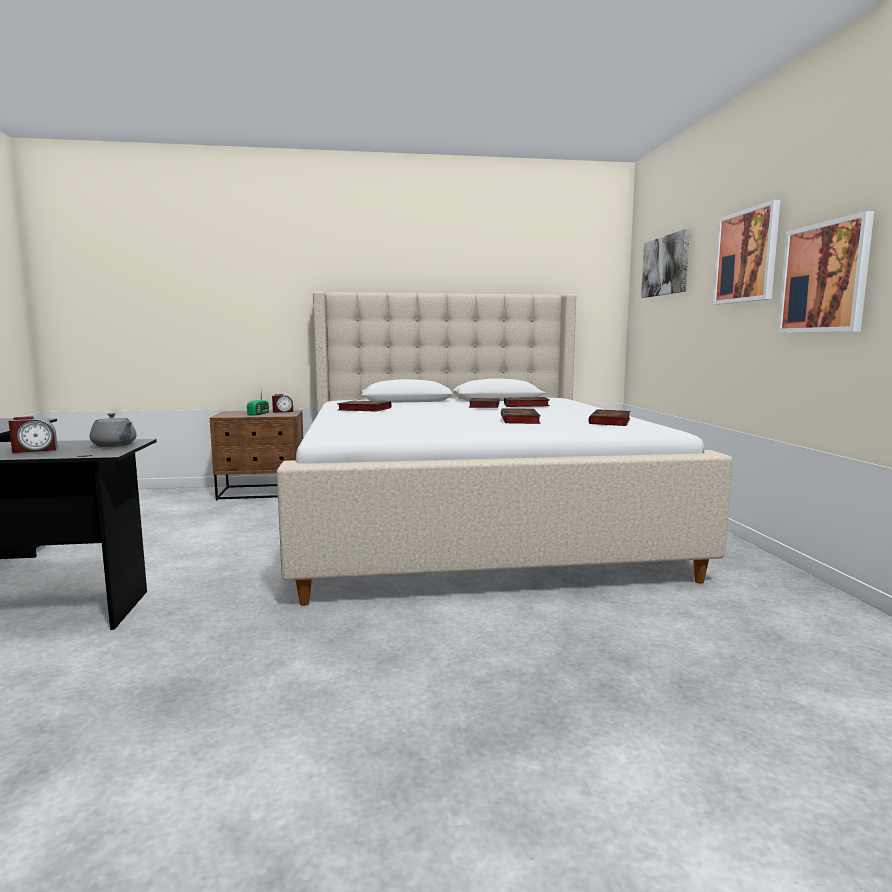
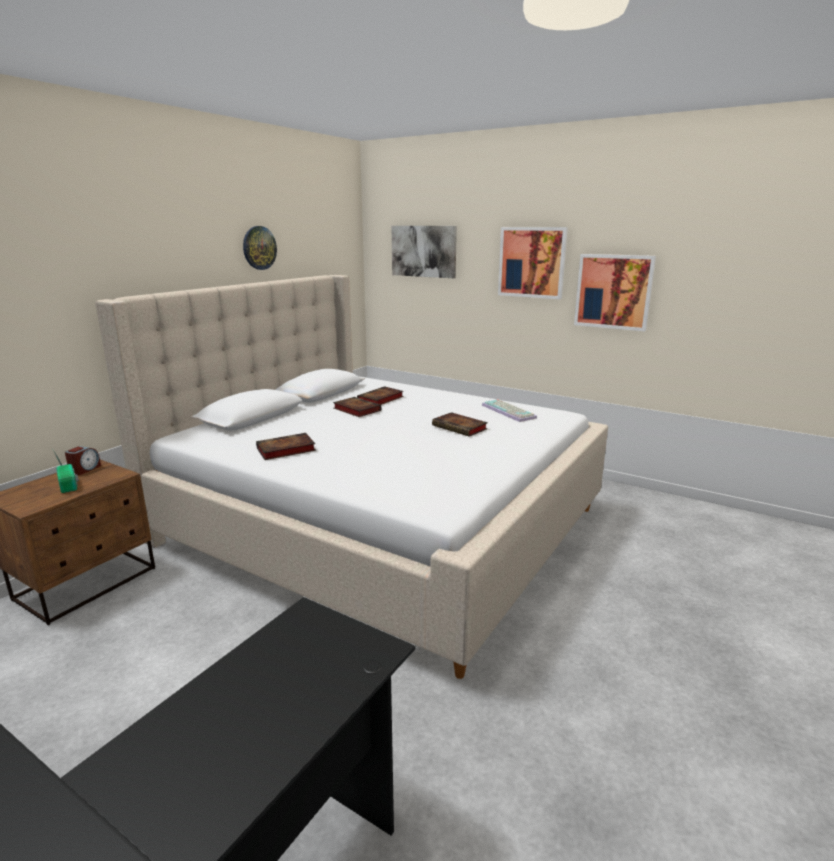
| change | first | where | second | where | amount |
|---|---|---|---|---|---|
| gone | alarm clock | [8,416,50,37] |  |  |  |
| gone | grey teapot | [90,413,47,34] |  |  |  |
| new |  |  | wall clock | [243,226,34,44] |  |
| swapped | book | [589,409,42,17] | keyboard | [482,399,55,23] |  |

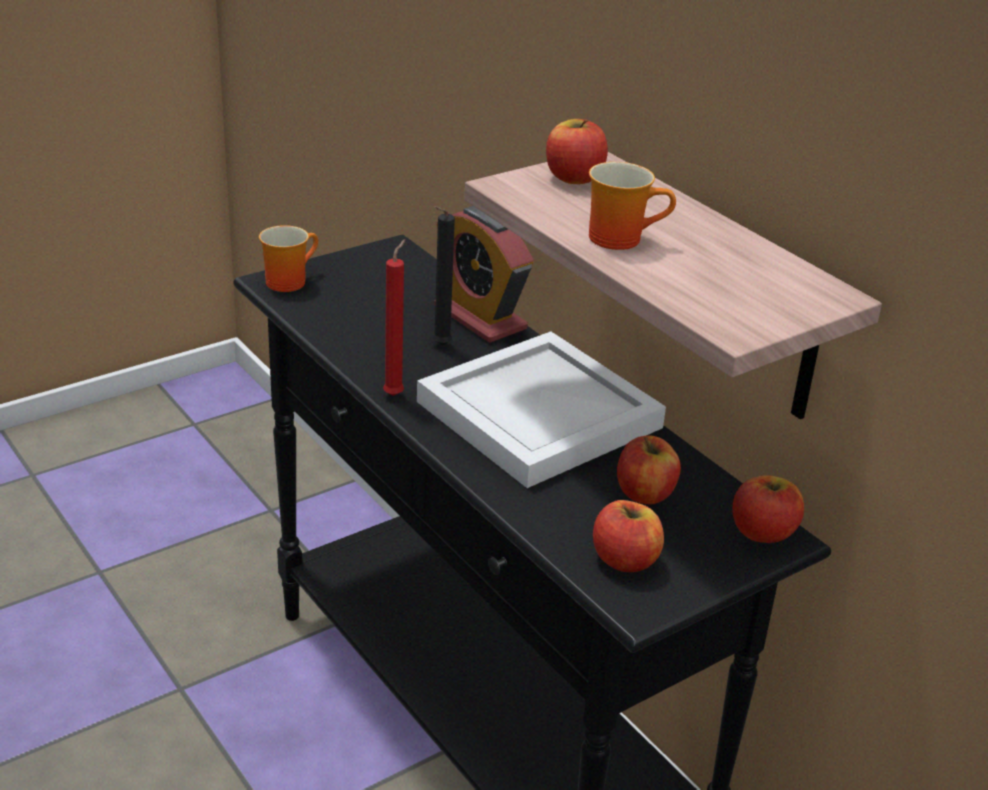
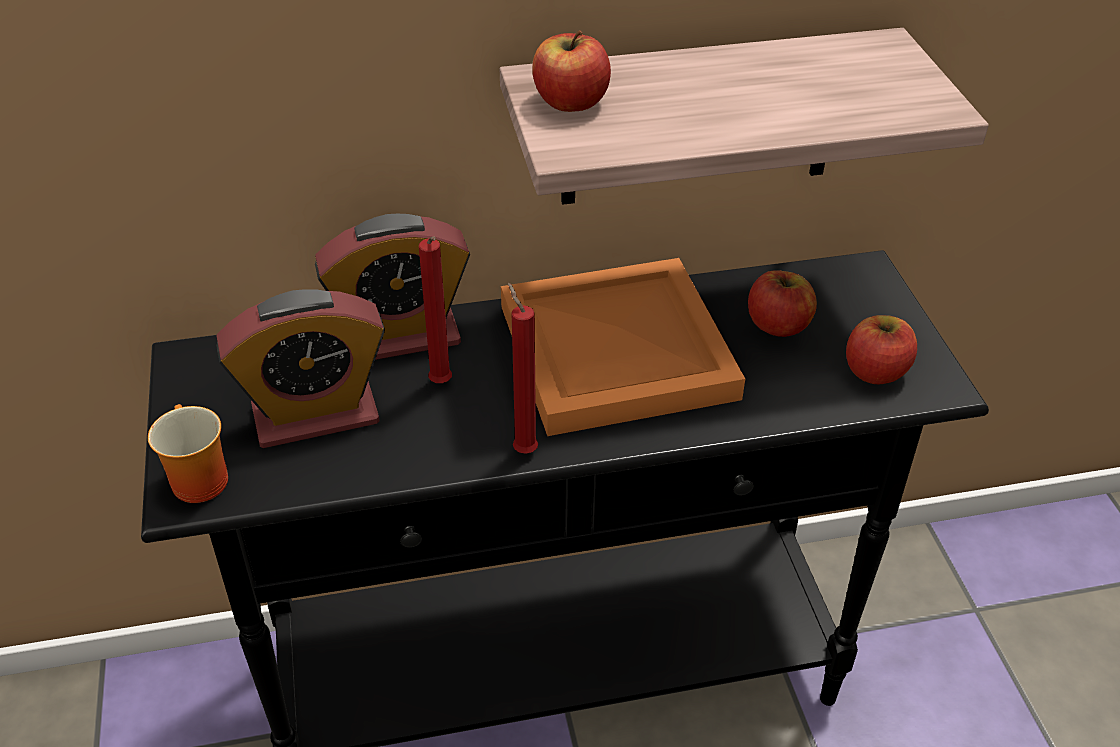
| change | first | where | second | where | amount |
|---|---|---|---|---|---|
| gone | mug | [589,162,87,88] |  |  |  |
| gone | apple | [732,475,72,68] |  |  |  |
| new |  |  | alarm clock | [216,289,169,159] |  |
| repainted | white tray | [417,331,249,157] | orange tray | [501,258,244,178] |  |
| repainted | black candle | [433,206,22,139] | red candle | [419,236,33,147] |  |

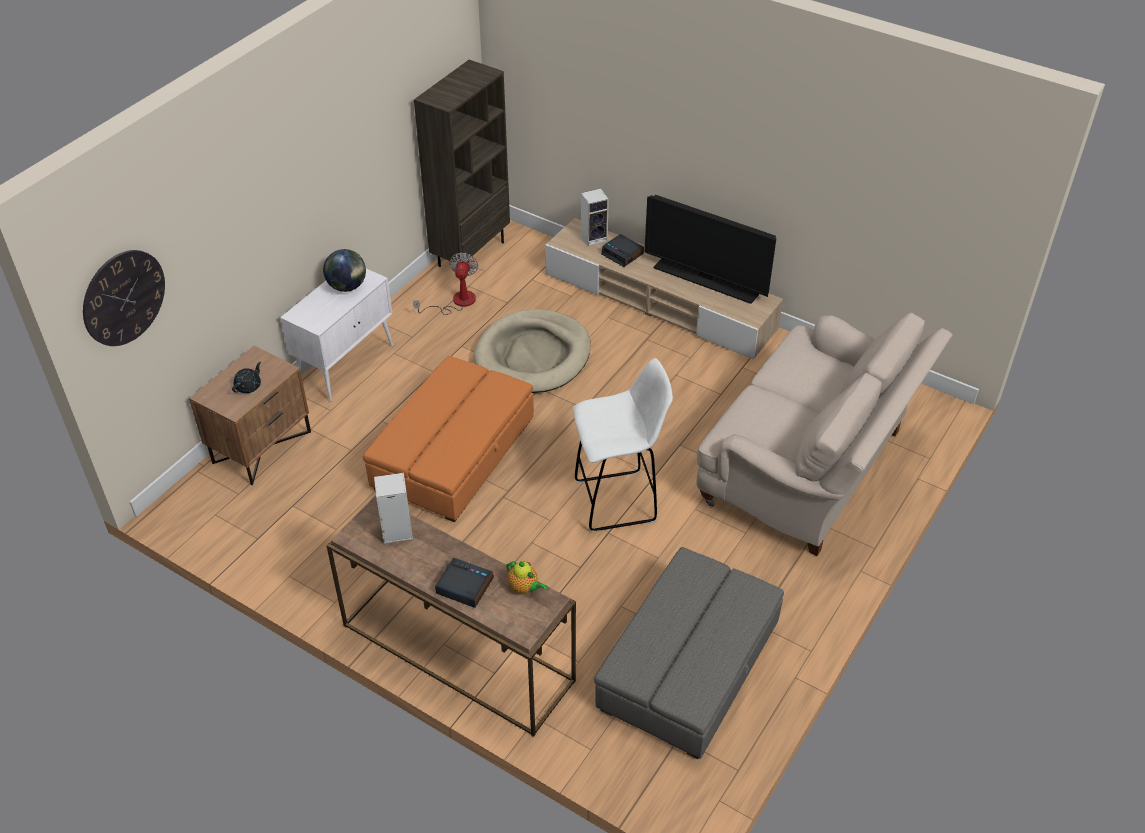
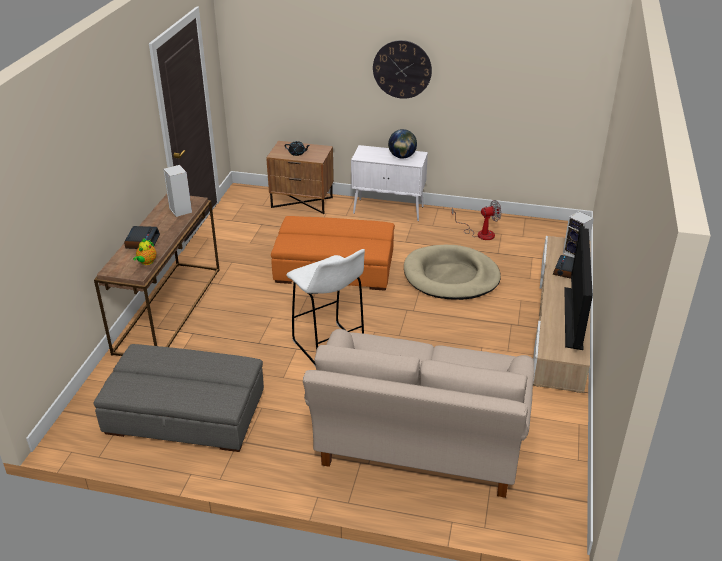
| change | first | where | second | where | amount |
|---|---|---|---|---|---|
| gone | brown bookcase | [414,60,96,207] |  |  |  |
| shifted | wall clock | [83,250,82,96] |  | [373,40,59,59] |  |

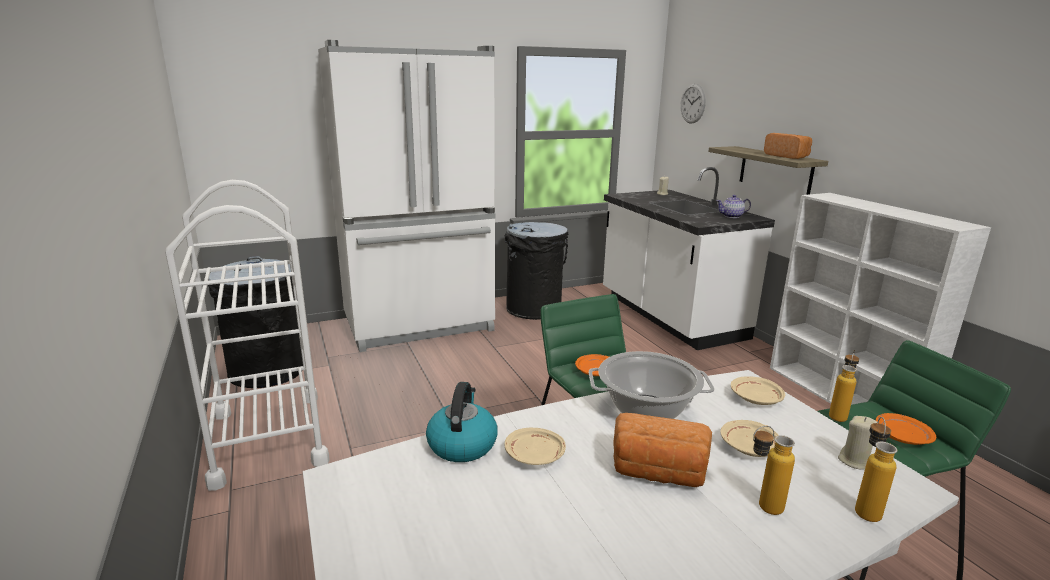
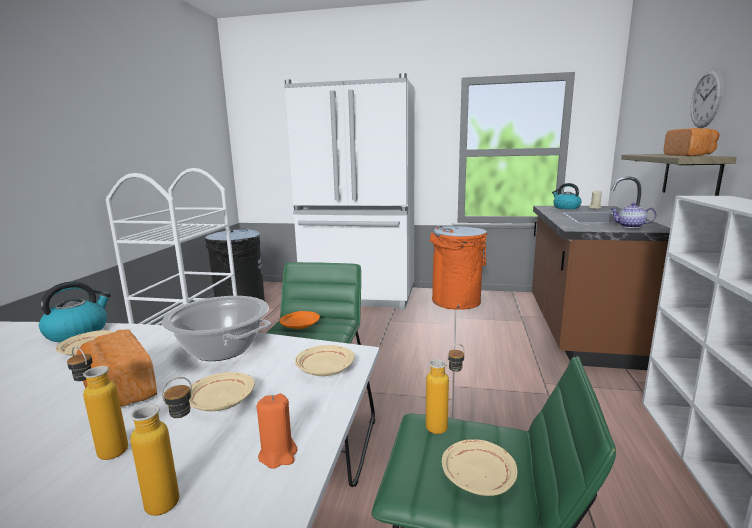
| change | first | where | second | where | amount |
|---|---|---|---|---|---|
| new |  |  | kettle | [552,183,30,26] |  |
| shifted | wall clock | [680,84,26,40] |  | [690,69,33,59] |  |
| repainted | black trash can | [505,222,63,98] | orange trash can | [429,225,58,85] |  |
| repainted | white counter | [603,167,172,183] | brown counter | [532,176,138,194] |  |
| repainted | beige candle | [838,416,40,54] | orange candle | [257,393,41,76] |  |
| repainted | orange plate | [876,413,60,32] | beige plate | [442,439,75,57] |  |

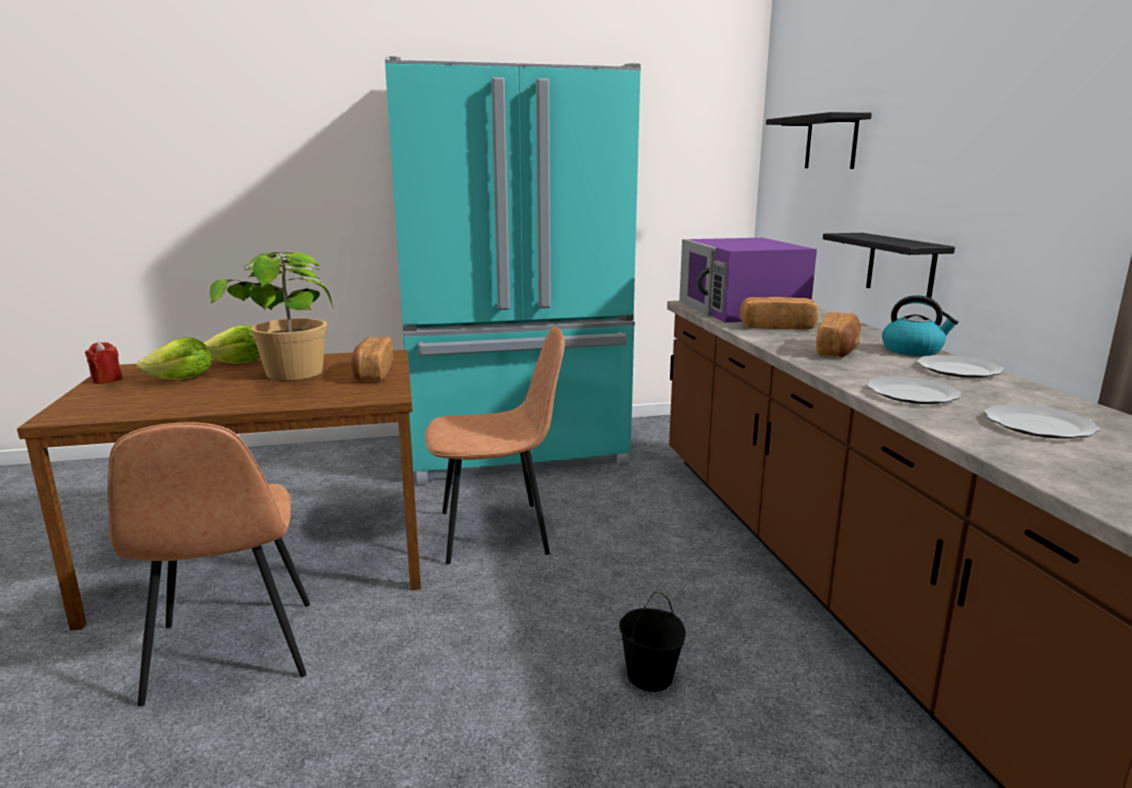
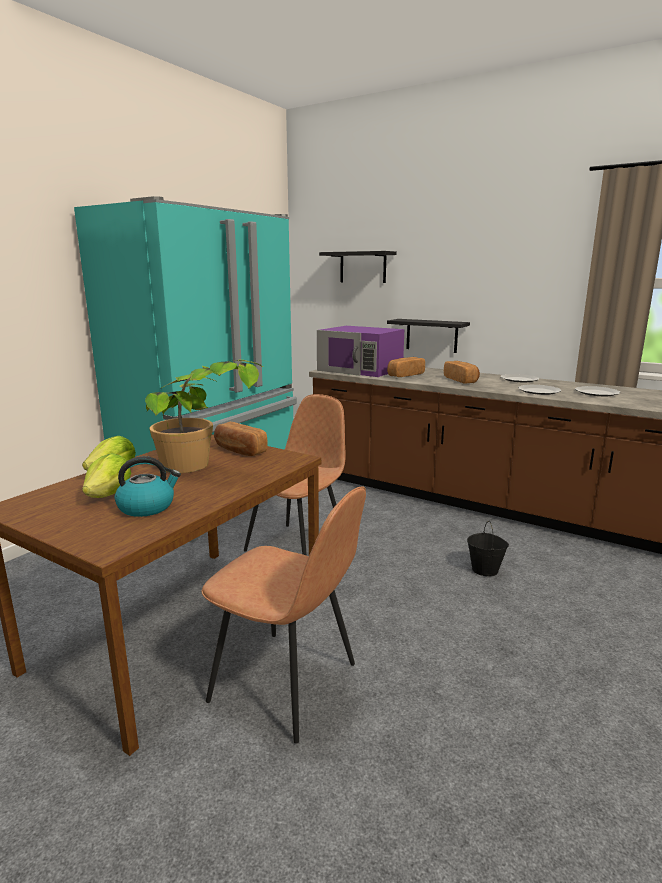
| change | first | where | second | where | amount |
|---|---|---|---|---|---|
| gone | red candle | [85,342,38,42] |  |  |  |
| shifted | kettle | [882,295,77,61] |  | [115,456,66,61] |  |

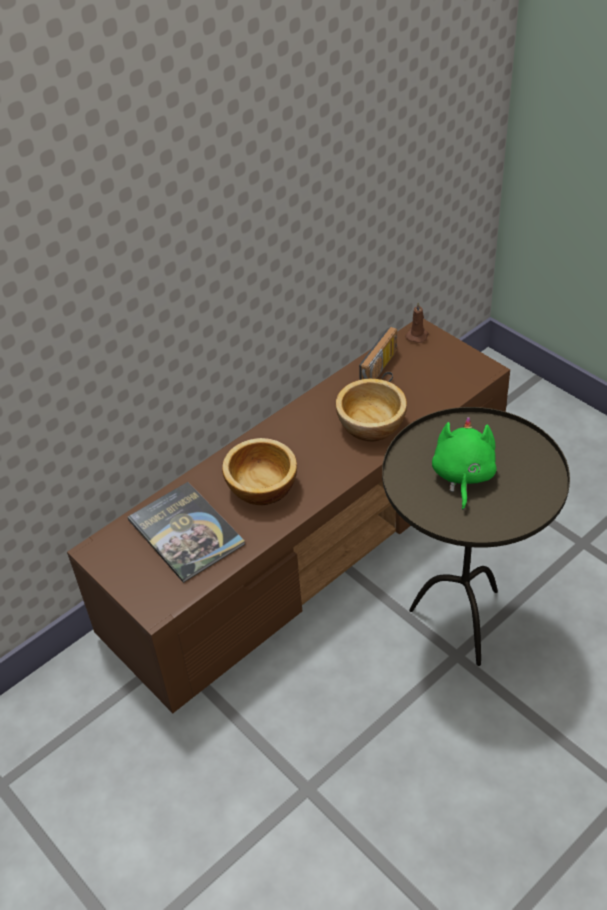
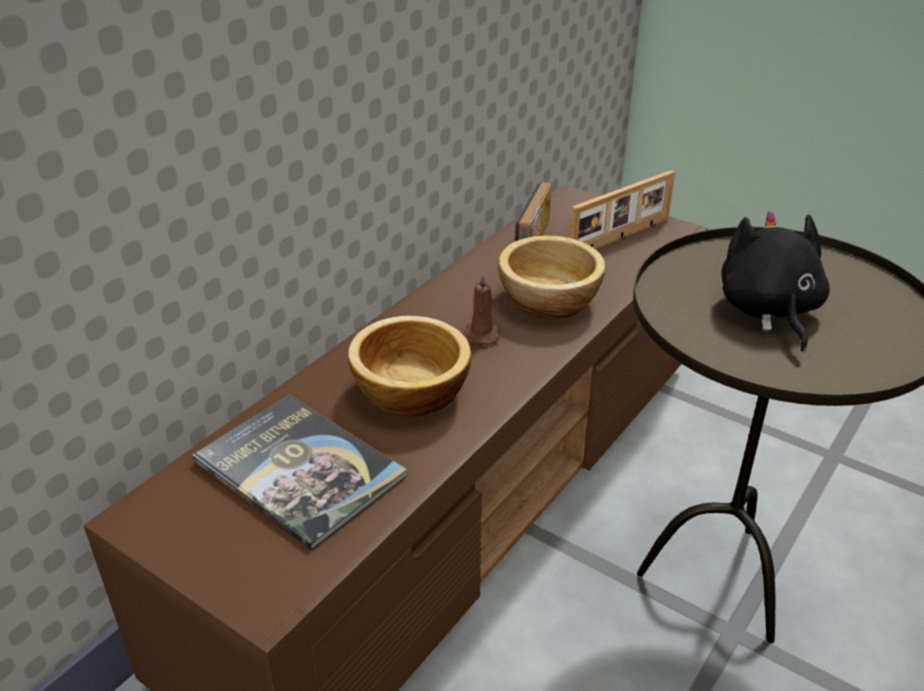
| change | first | where | second | where | amount |
|---|---|---|---|---|---|
| new |  |  | picture frame | [569,170,106,79] |  |
| shifted | brown candle | [405,302,23,41] |  | [463,273,37,72] |  |
| repainted | green plush toy | [432,417,65,93] | black plush toy | [721,210,109,142] |  |

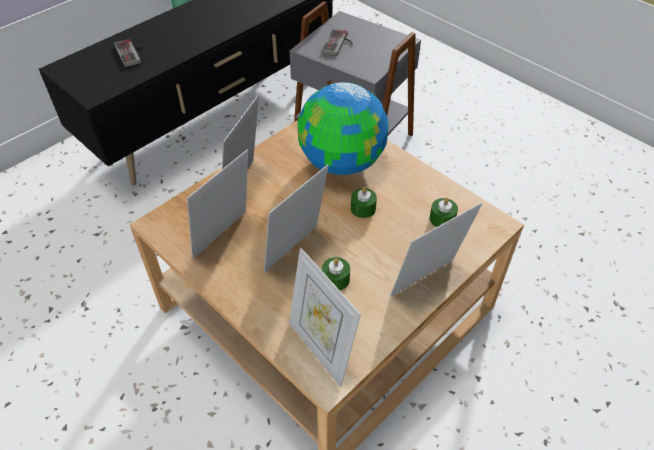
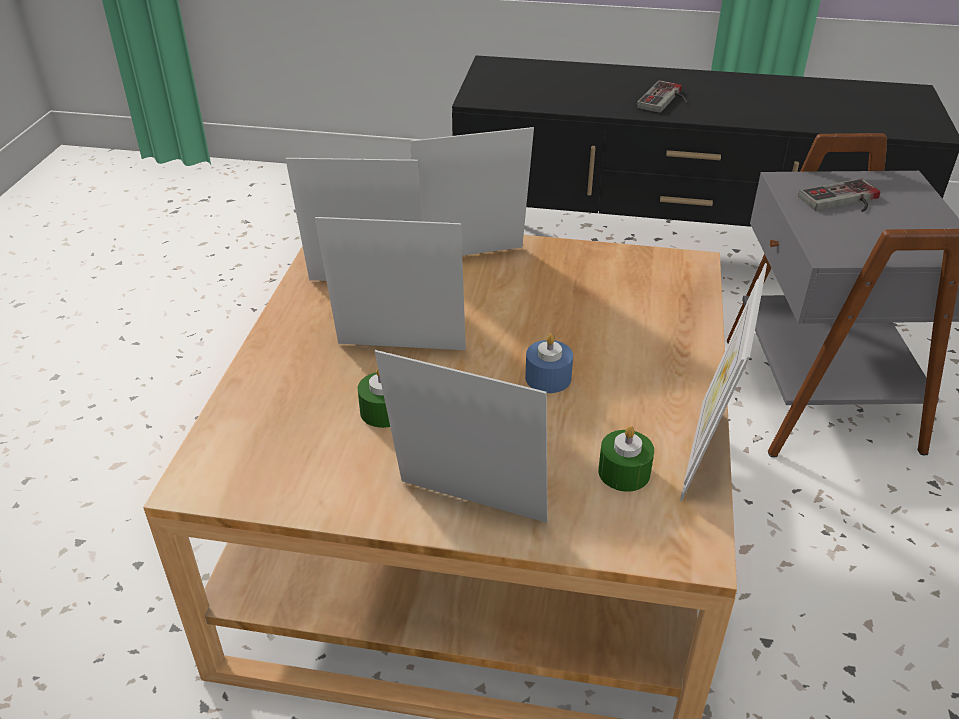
| change | first | where | second | where | amount |
|---|---|---|---|---|---|
| gone | globe | [298,82,91,93] |  |  |  |
| shifted | game controller | [114,39,31,28] |  | [637,80,50,33] |  |
| shifted | picture frame | [289,248,72,139] |  | [680,263,87,238] |  |
| repainted | green candle | [351,187,26,31] | blue candle | [525,333,48,60] |  |

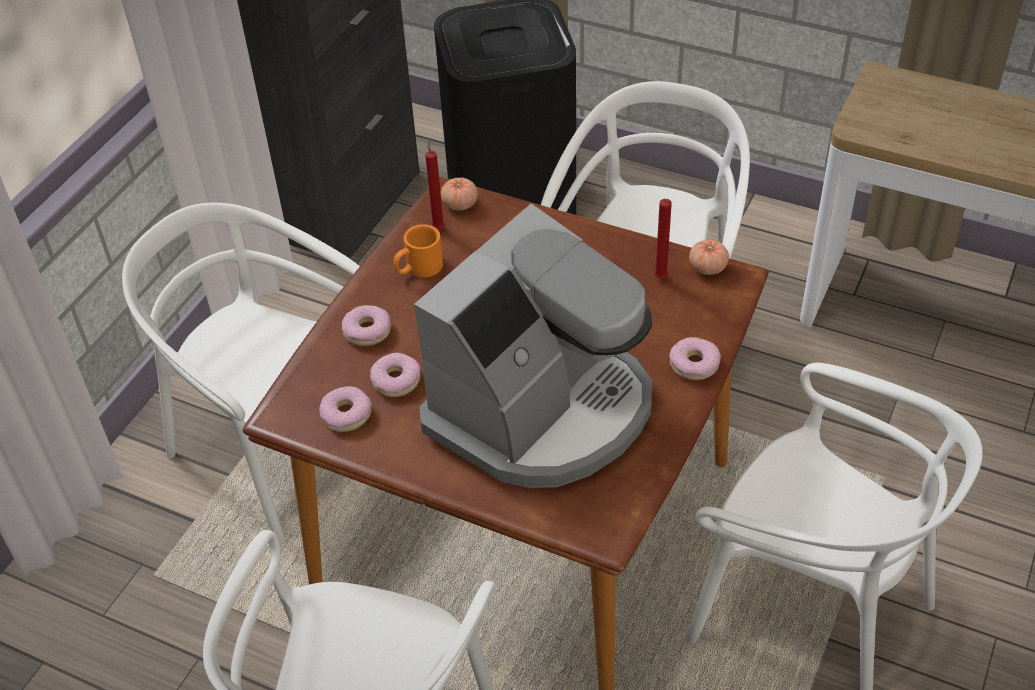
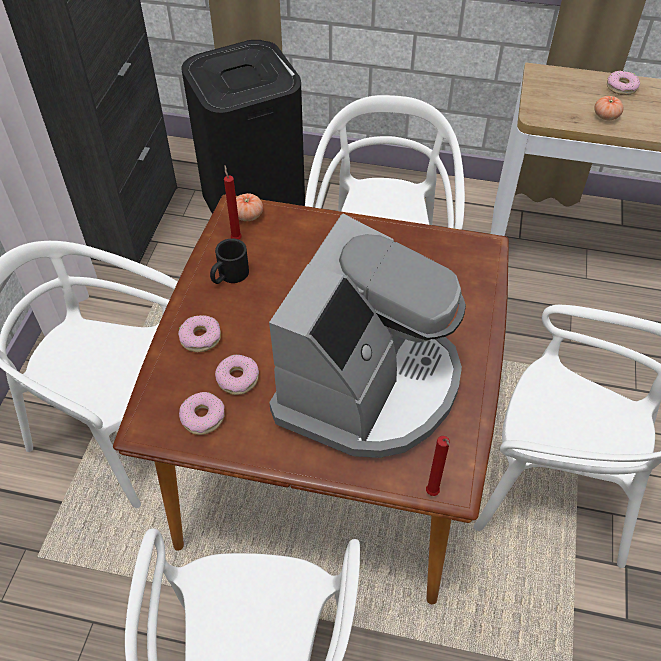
| change | first | where | second | where | amount |
|---|---|---|---|---|---|
| shifted | red candle | [654,199,18,80] |  | [426,436,24,60] |  |
| shifted | donut | [669,337,52,43] |  | [607,71,33,24] |  |
| shifted | tomato | [689,240,40,35] |  | [595,96,28,24] |  |
| repainted | orange mug | [393,224,50,53] | black mug | [210,238,39,46] |  |

